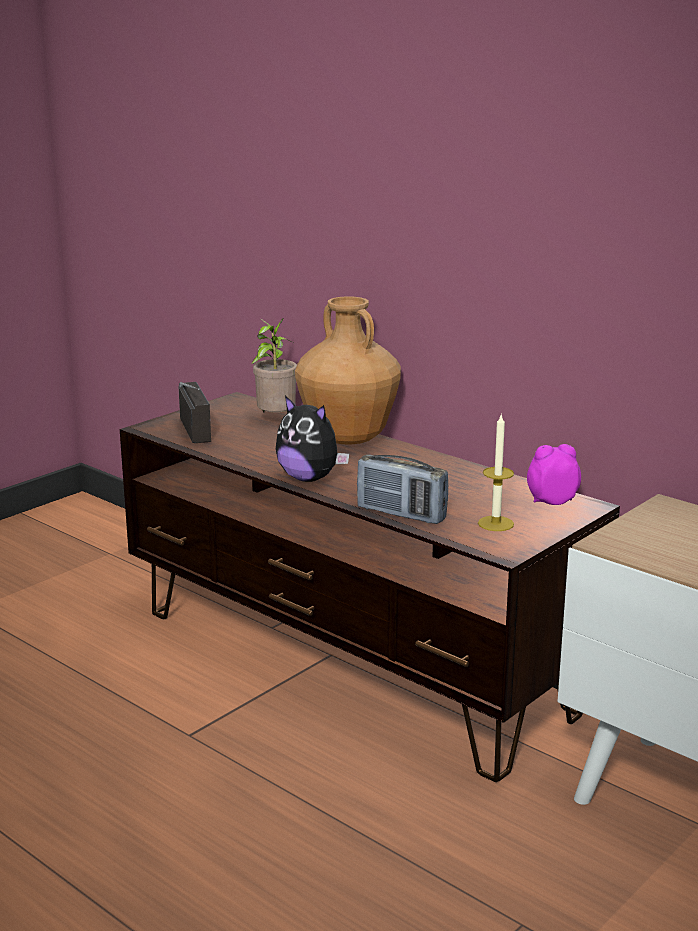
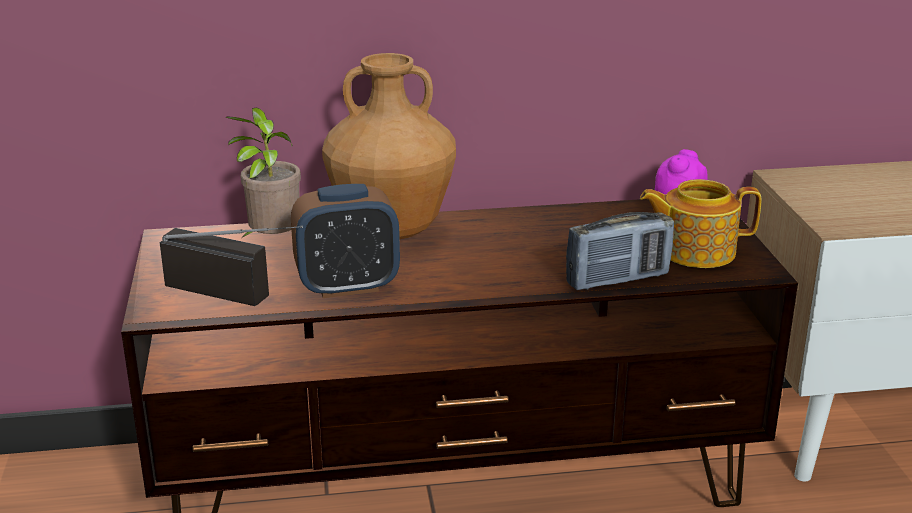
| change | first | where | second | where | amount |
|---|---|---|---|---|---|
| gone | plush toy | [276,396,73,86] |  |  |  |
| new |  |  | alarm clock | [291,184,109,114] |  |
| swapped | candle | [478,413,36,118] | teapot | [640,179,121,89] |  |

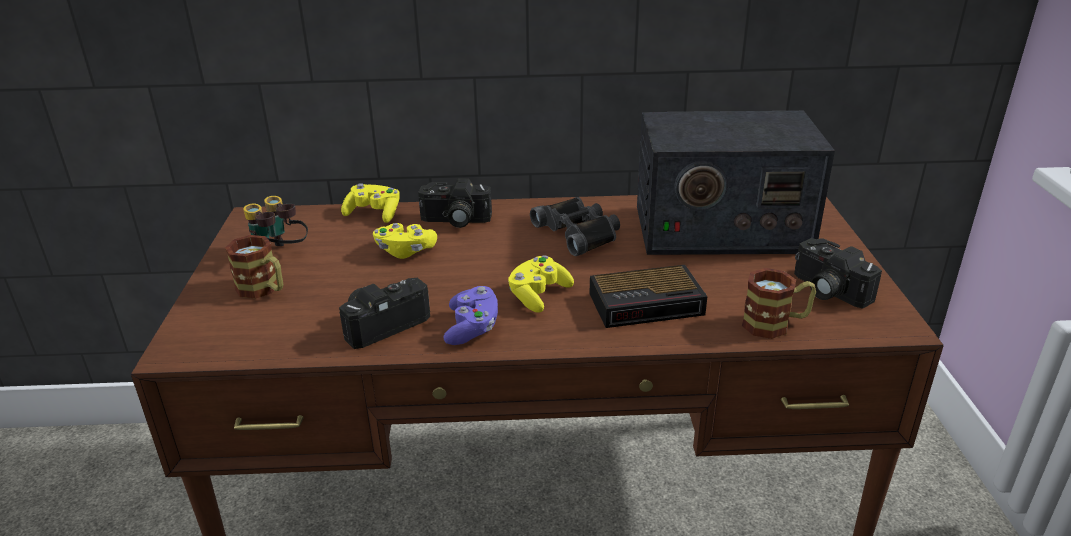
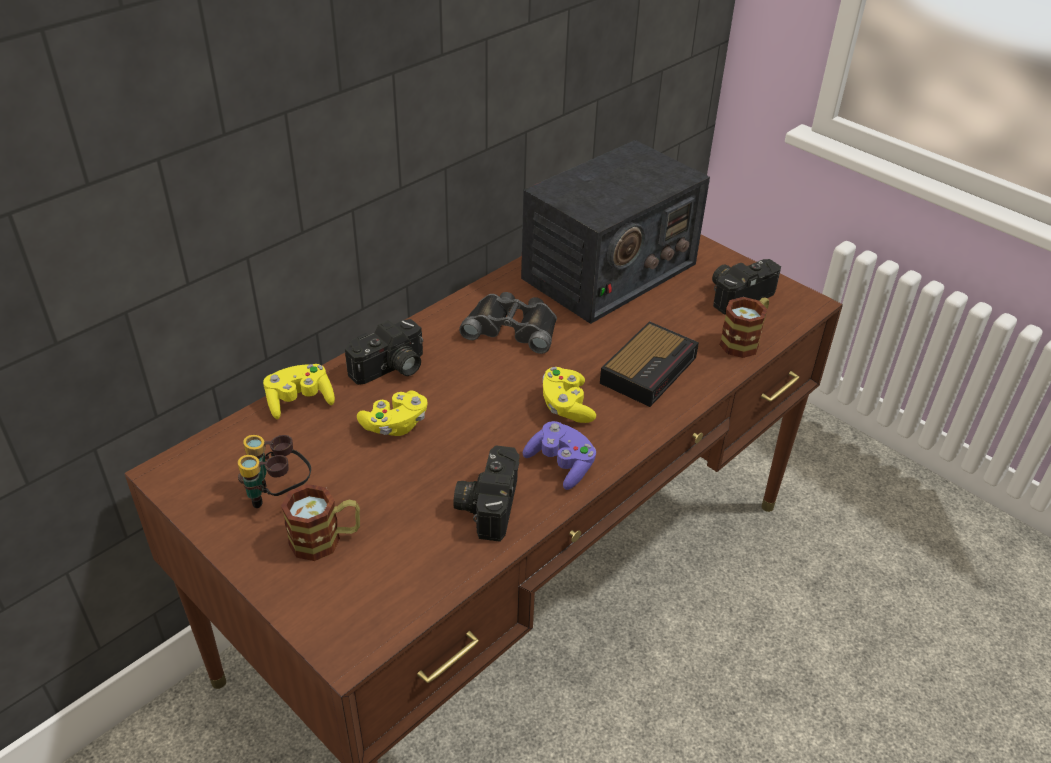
| change | first | where | second | where | amount |
|---|---|---|---|---|---|
| rotated | photo camera | [794,238,88,71] |  | [712,259,69,56] | 135 degrees clockwise |

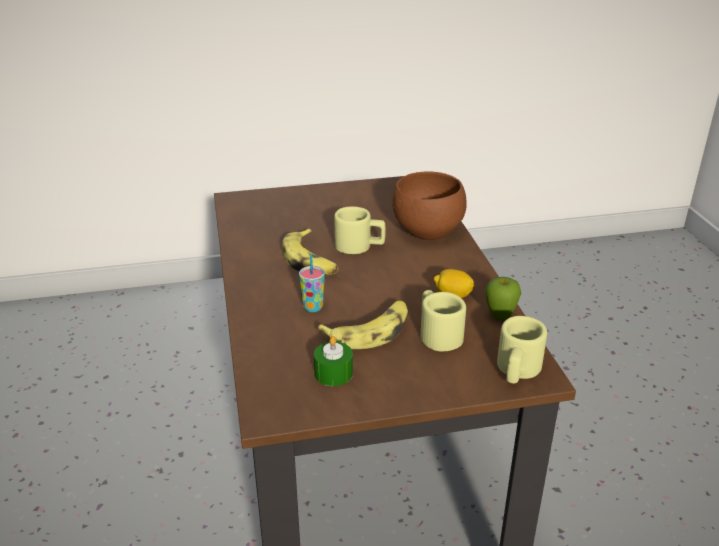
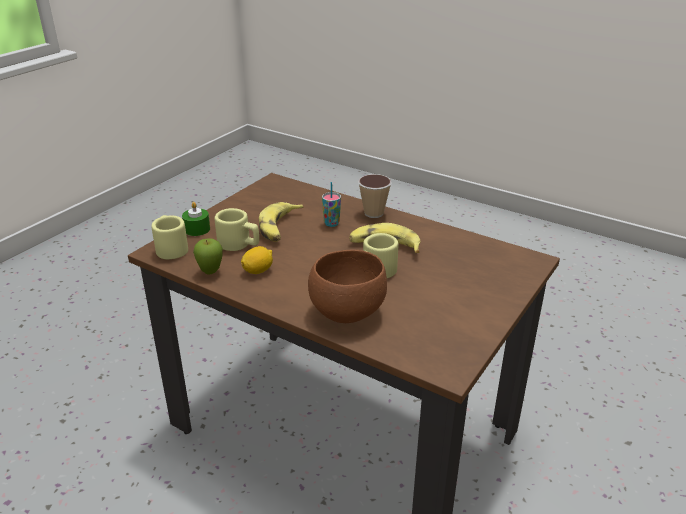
| change | first | where | second | where | amount |
|---|---|---|---|---|---|
| new |  |  | cup | [358,174,34,44] |  |
| shifted | green candle | [314,336,39,50] |  | [182,202,28,34] |  |

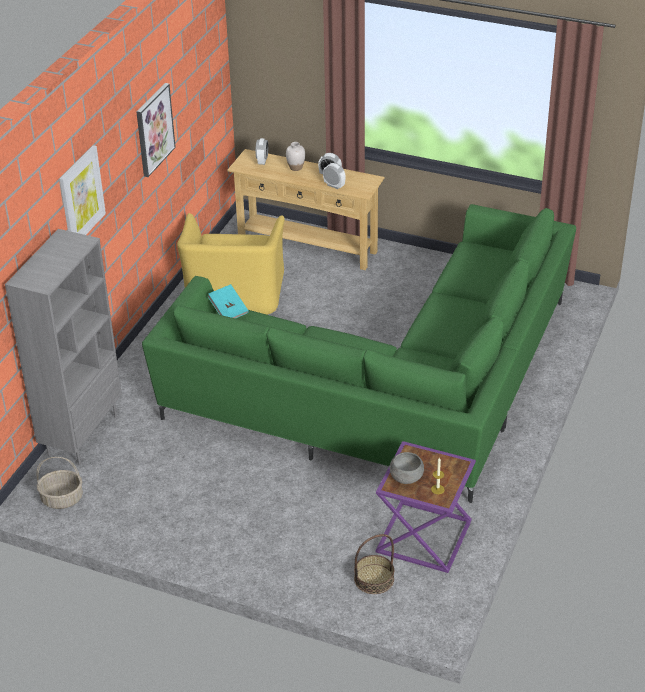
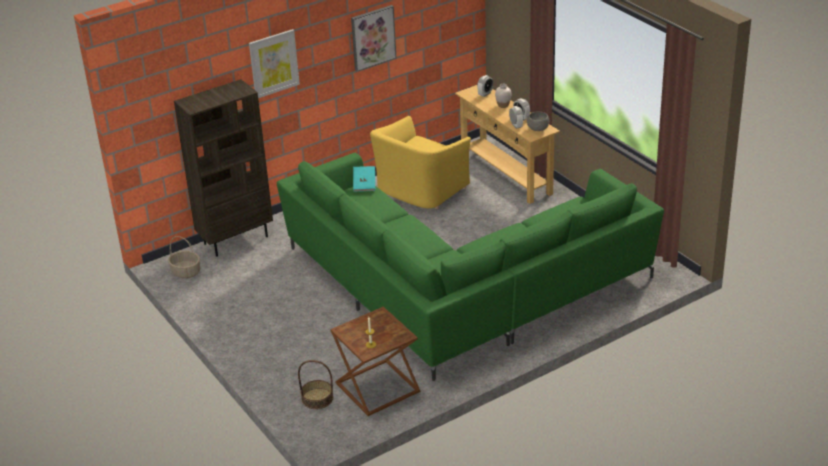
| change | first | where | second | where | amount |
|---|---|---|---|---|---|
| shifted | grey bowl | [389,452,35,32] |  | [527,111,22,20] |  |
| repainted | grey bookcase | [5,229,117,236] | brown bookcase | [174,79,99,178] |  |
| repainted | purple side table | [375,441,101,132] | brown side table | [330,307,90,109] |  |

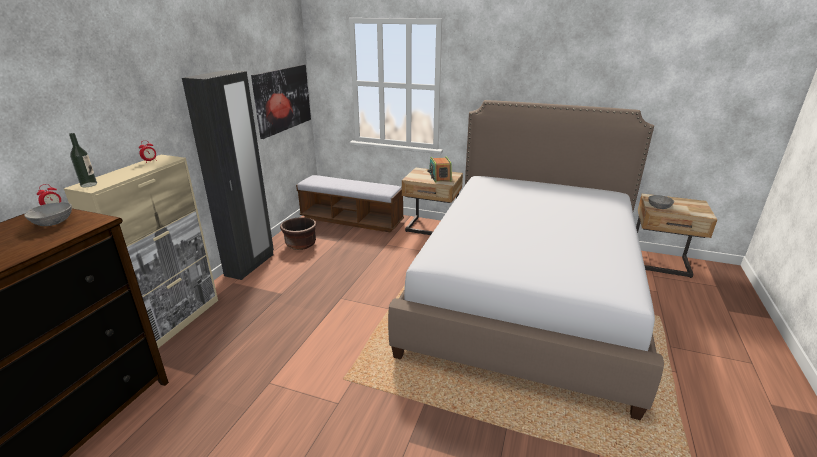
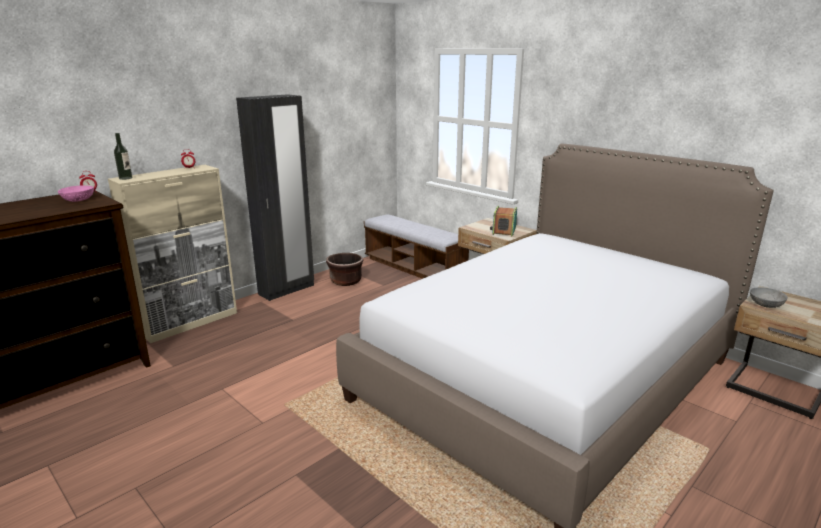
| change | first | where | second | where | amount |
|---|---|---|---|---|---|
| gone | picture | [251,64,60,75] |  |  |  |
| repainted | grey bowl | [24,202,48,24] | pink bowl | [58,185,36,17] |  |

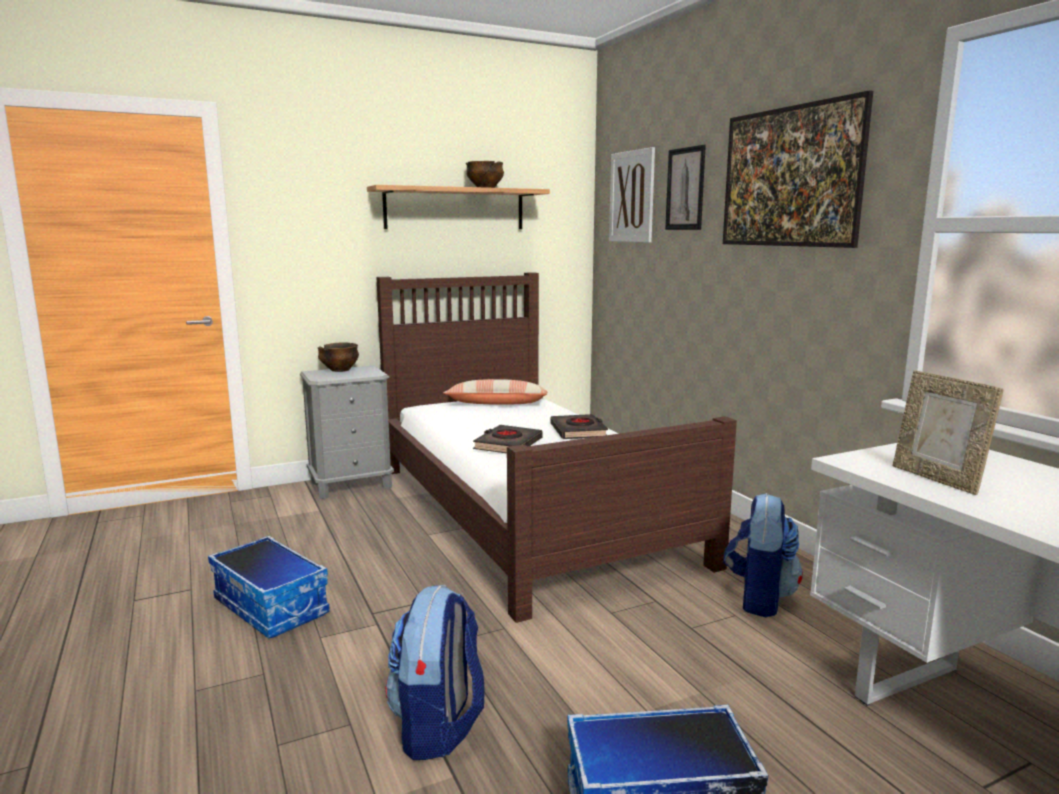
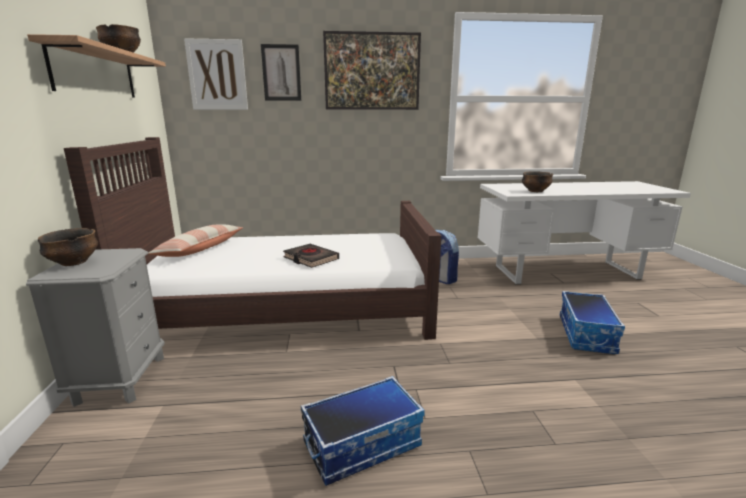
| change | first | where | second | where | amount |
|---|---|---|---|---|---|
| gone | backpack | [385,585,99,175] |  |  |  |
| gone | black book | [551,414,57,25] |  |  |  |
| swapped | picture frame | [893,370,111,125] | bowl | [522,171,31,21] |  |

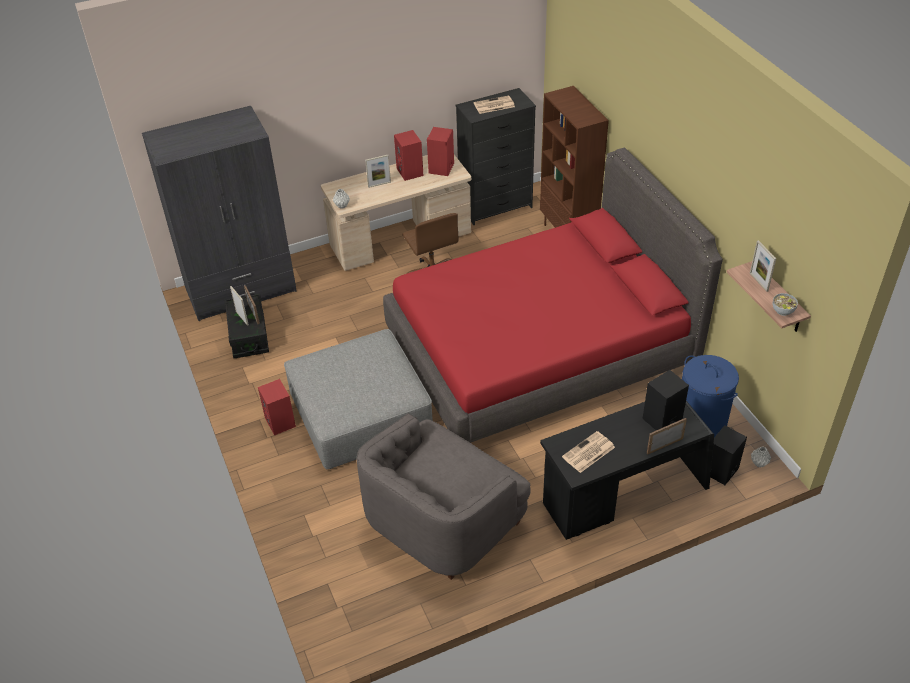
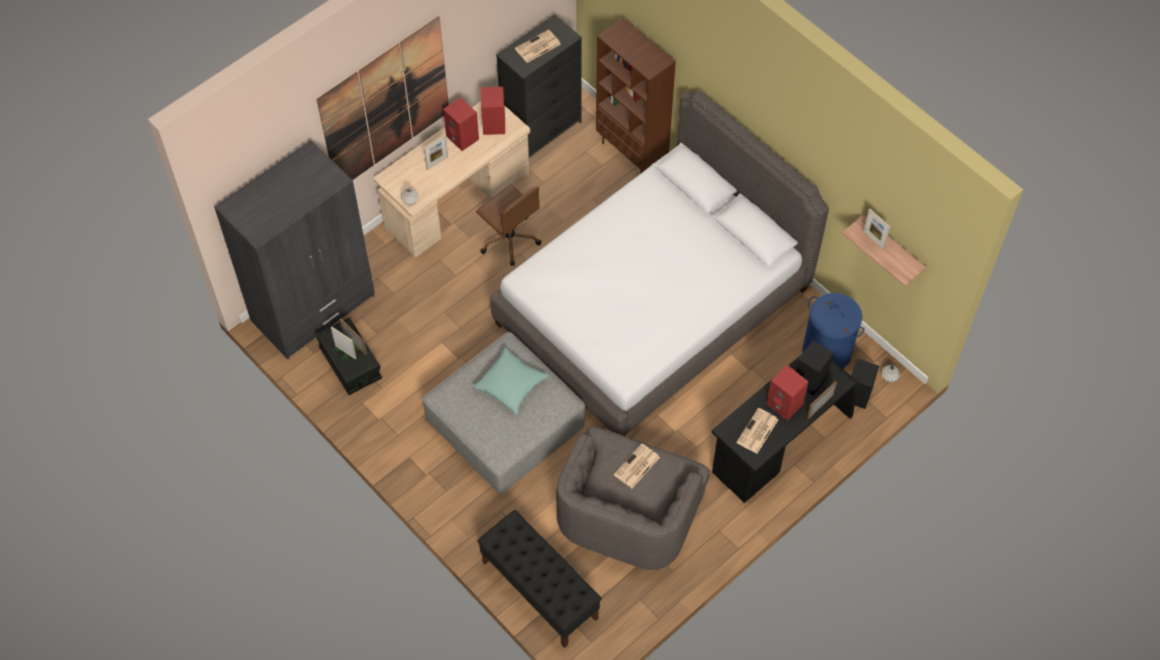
| change | first | where | second | where | amount |
|---|---|---|---|---|---|
| gone | bowl | [773,293,25,23] |  |  |  |
| new |  |  | picture | [317,16,132,164] |  |
| new |  |  | turquoise pillow | [472,347,76,68] |  |
| new |  |  | black bench | [477,510,125,138] |  |
| new |  |  | newspaper | [614,443,46,45] |  |
| shifted | red speaker | [258,379,38,57] |  | [767,365,42,55] |  |
| repainted | red bed | [383,148,340,295] | grey bed | [490,90,339,346] |  |

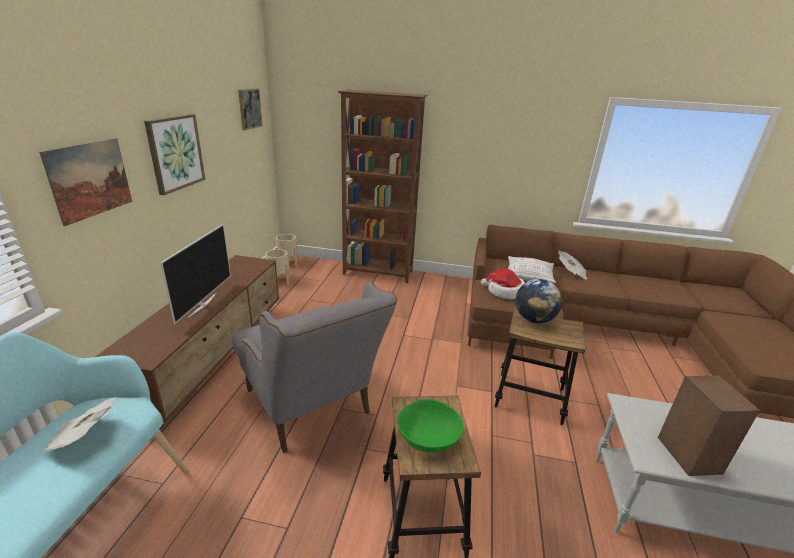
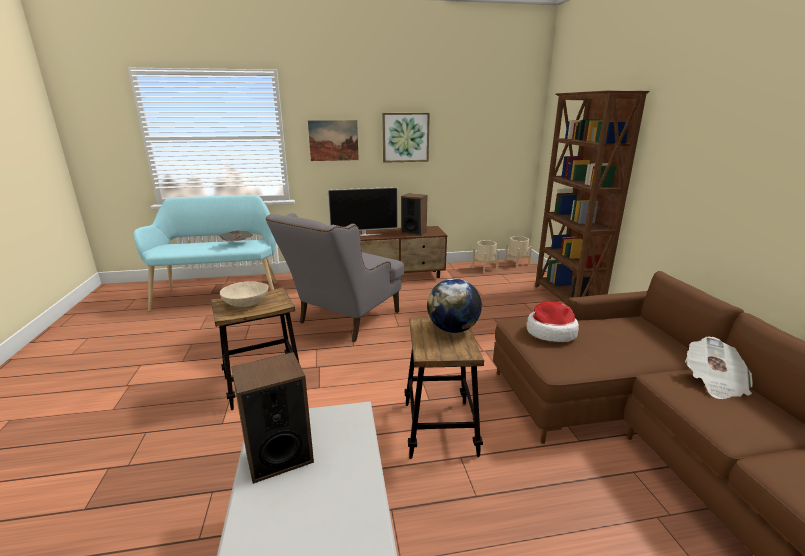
| change | first | where | second | where | amount |
|---|---|---|---|---|---|
| gone | picture | [238,89,25,41] |  |  |  |
| gone | pillow | [508,256,48,27] |  |  |  |
| new |  |  | speaker | [401,193,26,43] |  |
| repainted | green bowl | [397,399,67,54] | beige bowl | [220,281,48,26] |  |

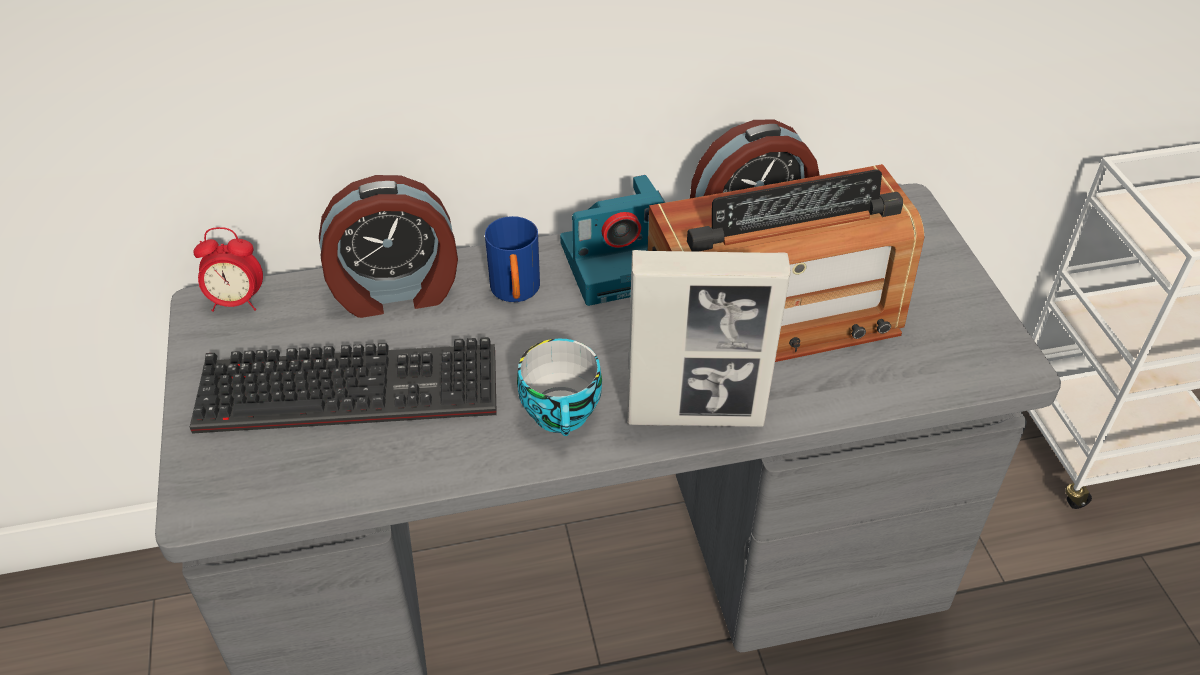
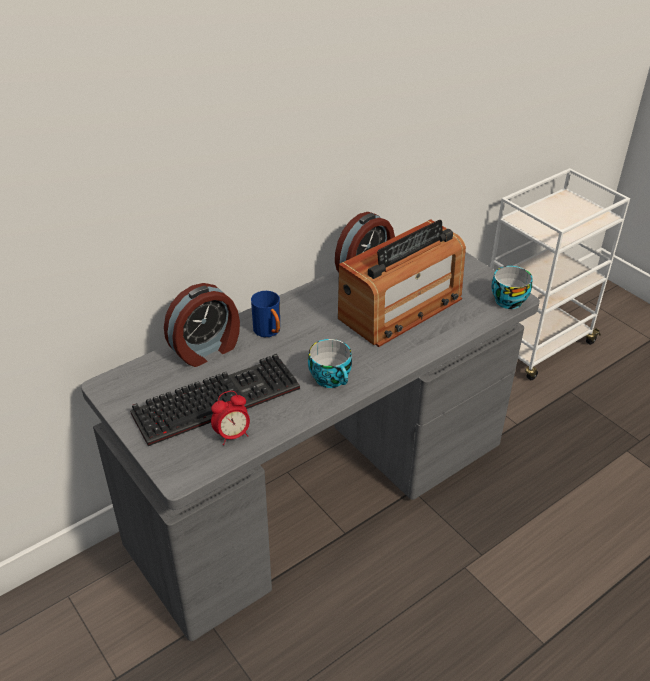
| change | first | where | second | where | amount |
|---|---|---|---|---|---|
| gone | photo camera | [560,175,105,131] |  |  |  |
| gone | picture frame | [627,250,164,177] |  |  |  |
| new |  |  | cup | [491,266,42,43] |  |
| shifted | alarm clock | [193,227,70,85] |  | [211,391,39,54] |  |

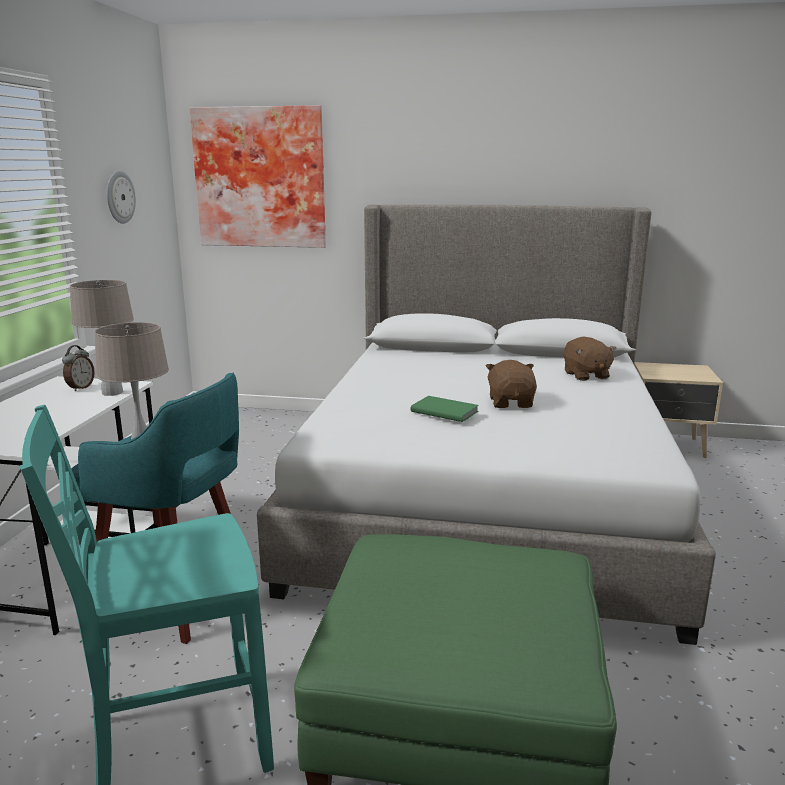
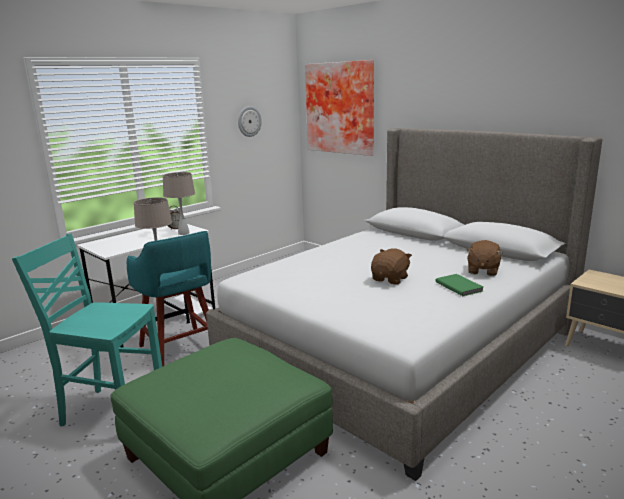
| change | first | where | second | where | amount |
|---|---|---|---|---|---|
| shifted | green book | [411,396,68,26] |  | [436,274,47,22] |  |

